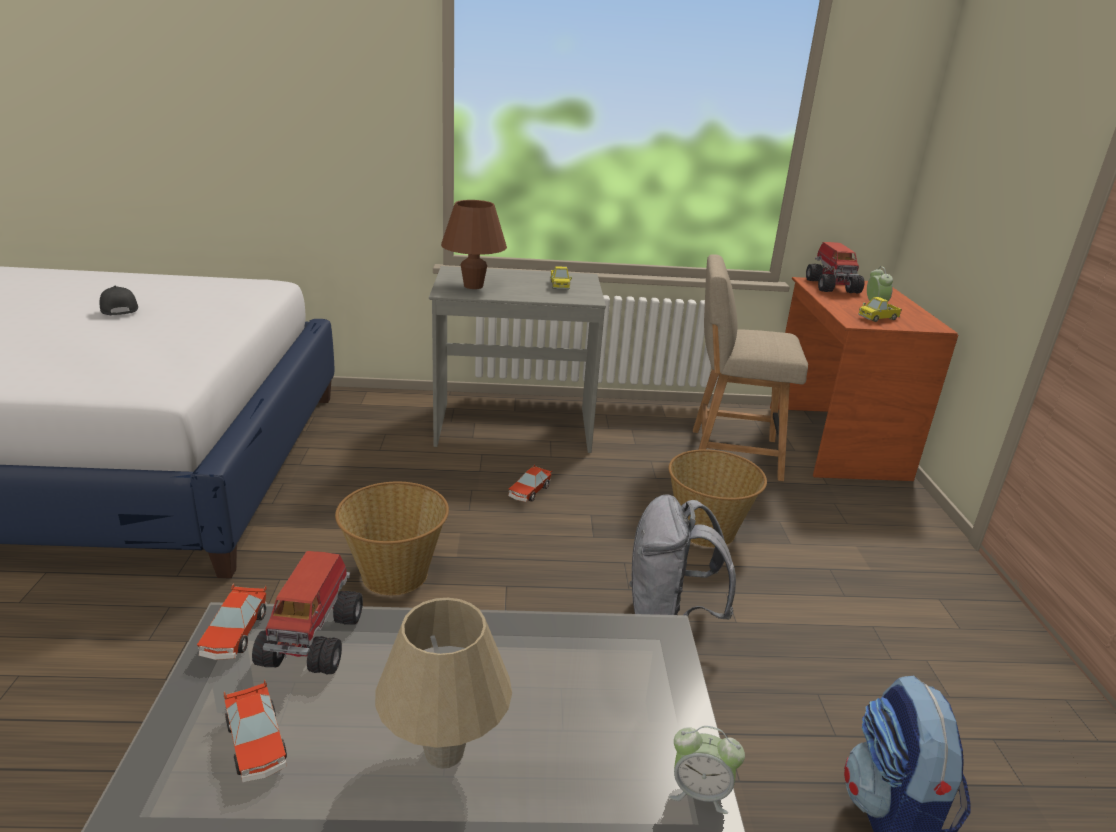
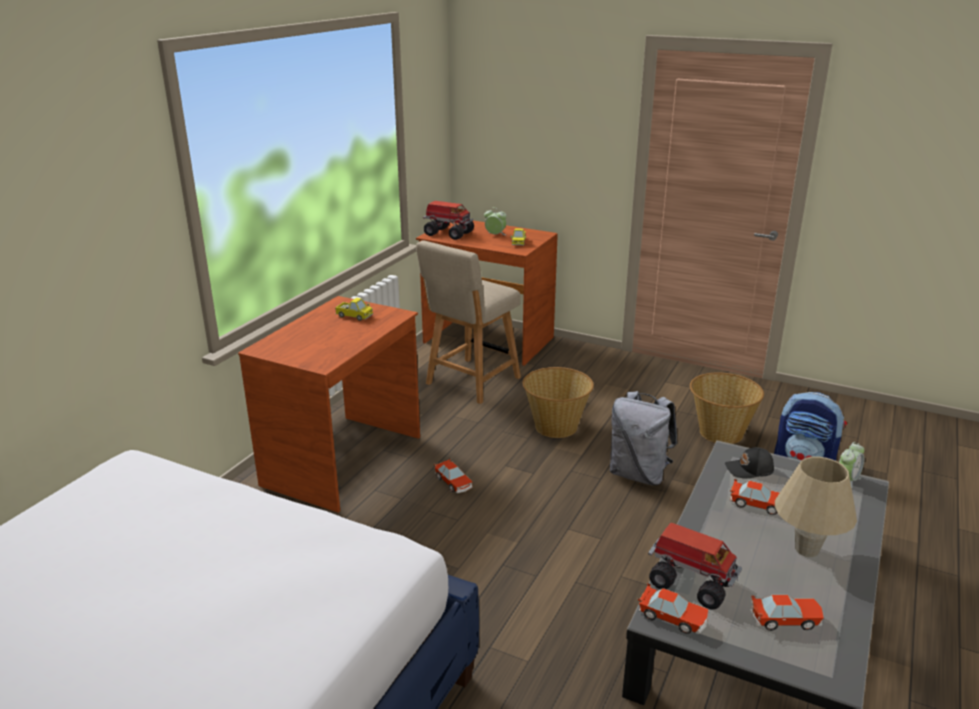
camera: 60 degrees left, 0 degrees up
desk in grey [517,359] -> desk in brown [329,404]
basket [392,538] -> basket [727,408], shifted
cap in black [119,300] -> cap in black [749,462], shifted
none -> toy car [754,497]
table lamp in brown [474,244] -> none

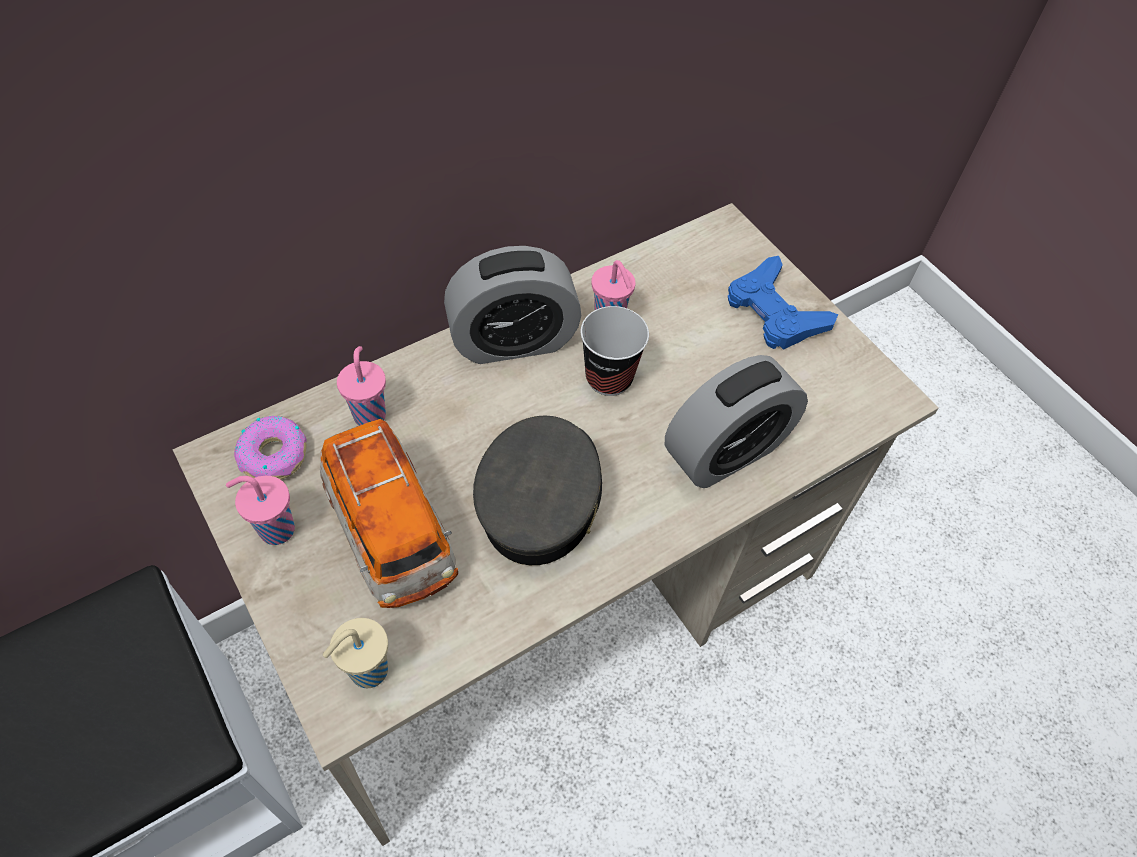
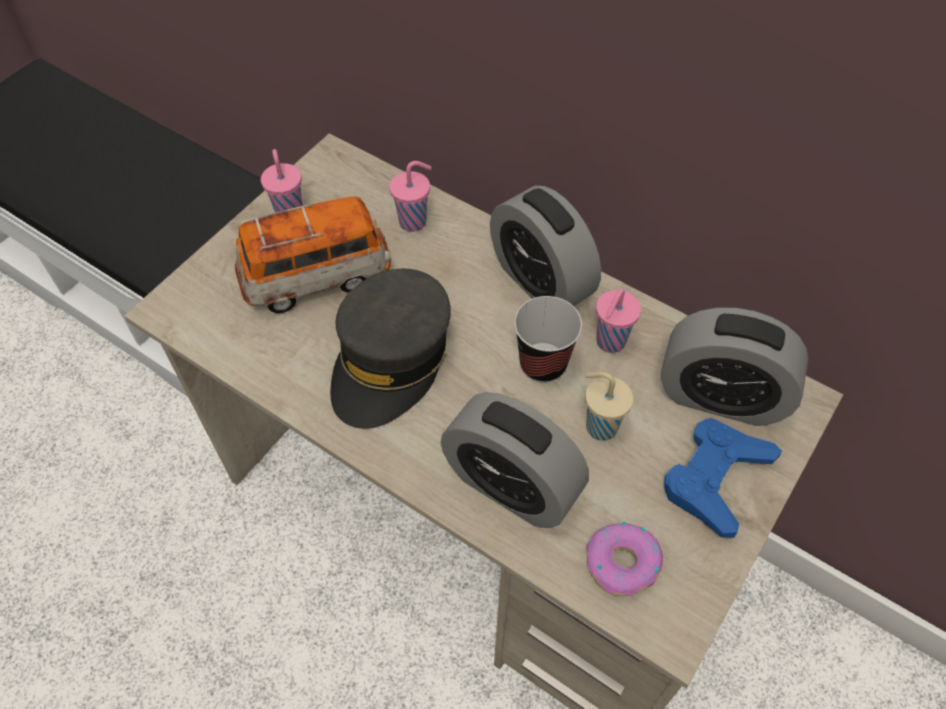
camera: 70 degrees right, 0 degrees up
toy car [389,513] -> toy car [313,254], 150 degrees counterclockwise
cap in grey [537,490] -> cap in grey [390,349], 120 degrees clockwise
cup in beige [355,653] -> cup in beige [609,406], shifted
donut [270,448] -> donut [624,559], shifted
none -> alarm clock [734,367]

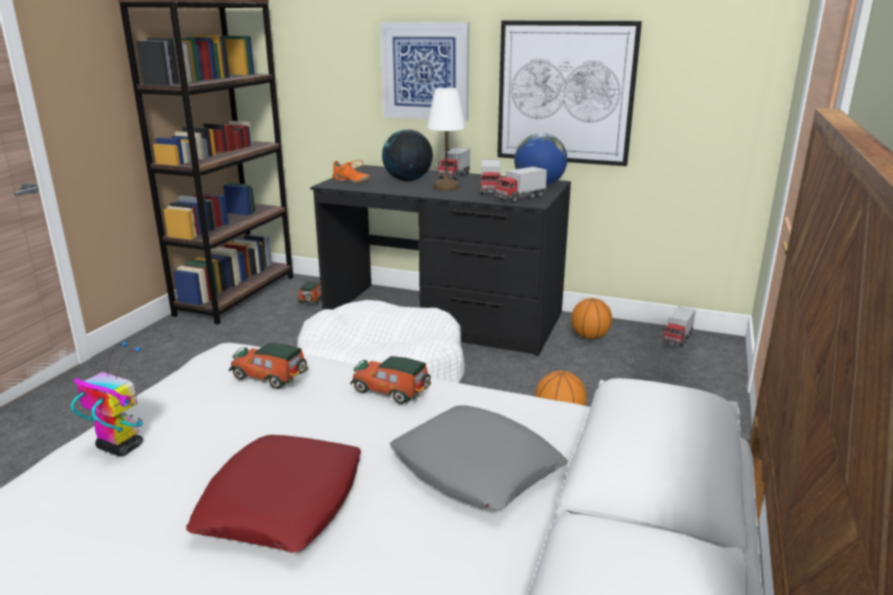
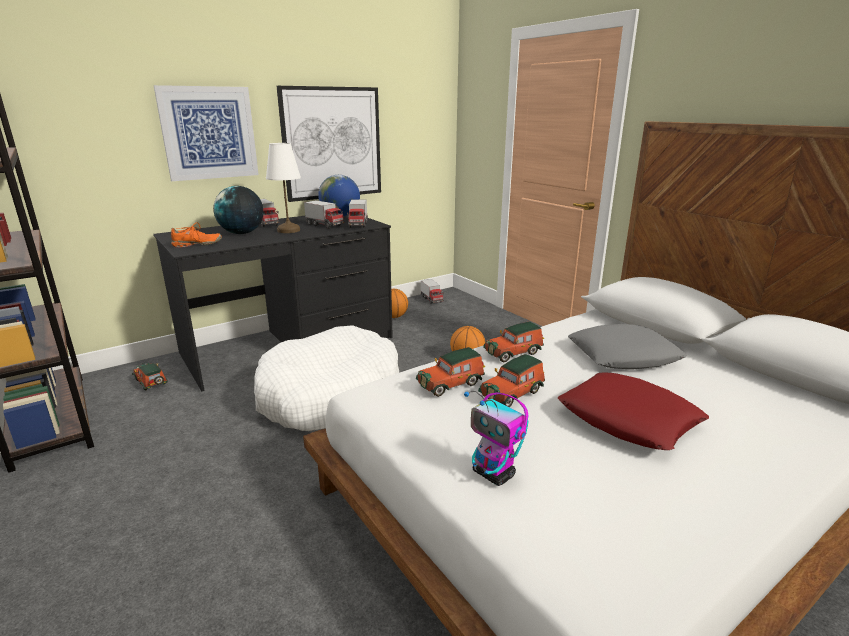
camera: 55 degrees left, 0 degrees up
toy robot [107,399] -> toy robot [496,438], 105 degrees counterclockwise
none -> toy car [511,380]

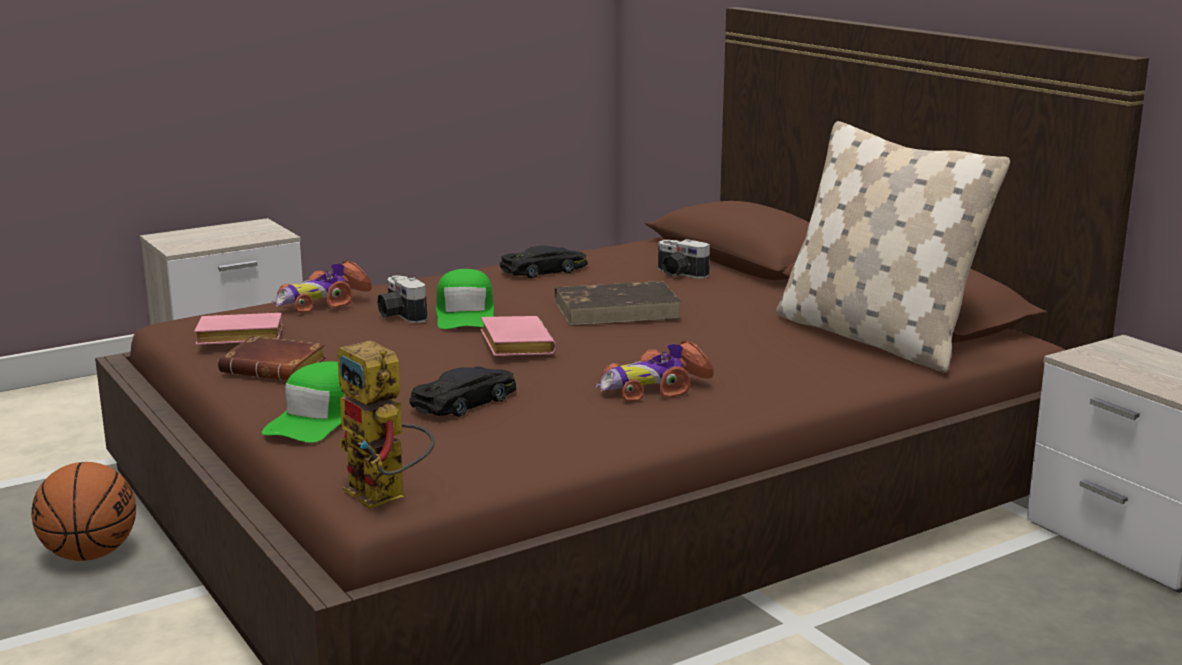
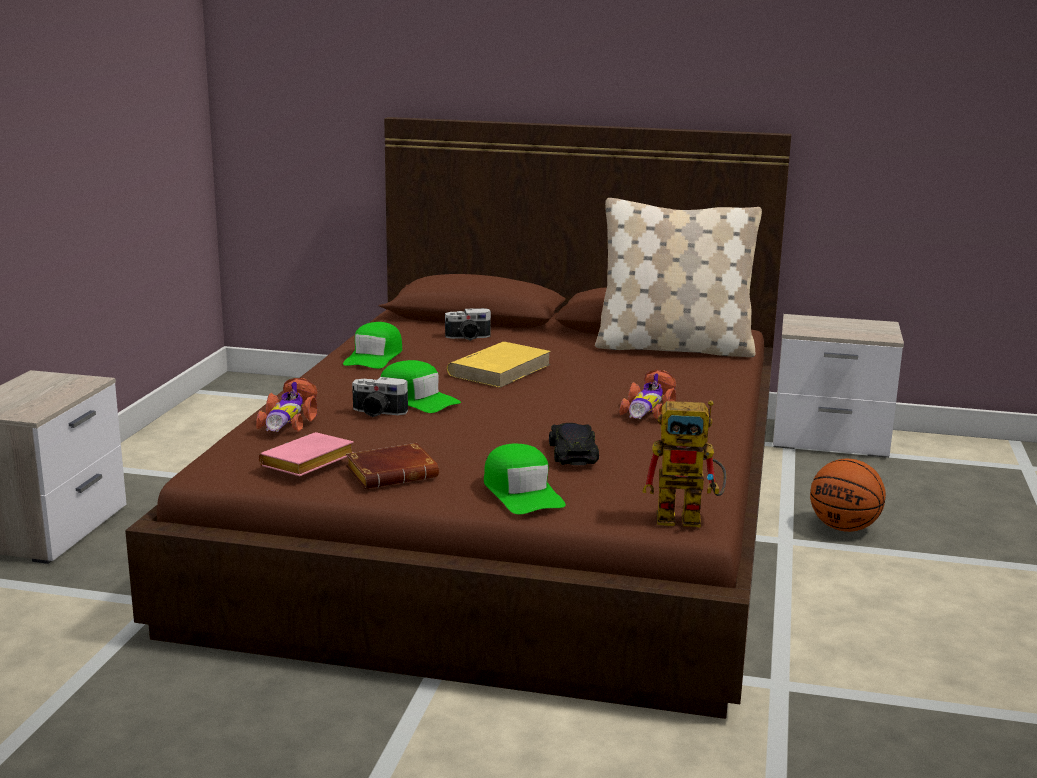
camera: 45 degrees left, 0 degrees up
toy car in black [543,262] -> cap in green [372,345]
book in brown [618,303] -> book in yellow [499,365]
basketball [83,511] -> basketball [848,495], shifted
book in pink [518,336] -> none

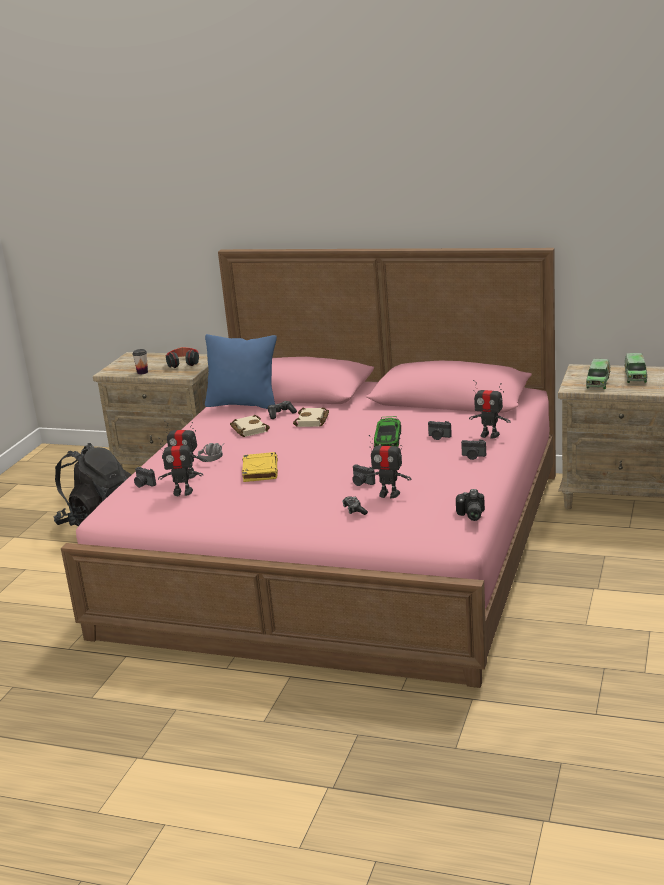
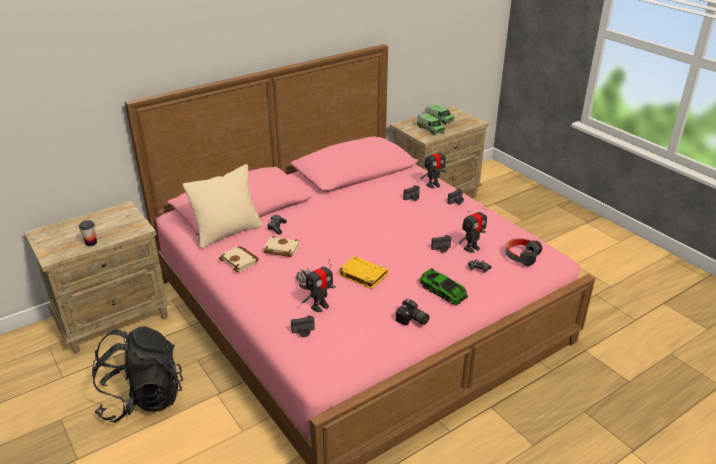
camera: 55 degrees left, 10 degrees up
pillow in blue [241,371] -> pillow in beige [222,206]
book in beige [311,417] -> book in beige [239,259], shifted
photo camera [470,505] -> photo camera [413,312], shifted
toy car [387,431] -> toy car [443,286], shifted
headphones [182,357] -> headphones [523,252], shifted
toy robot [180,466] -> none

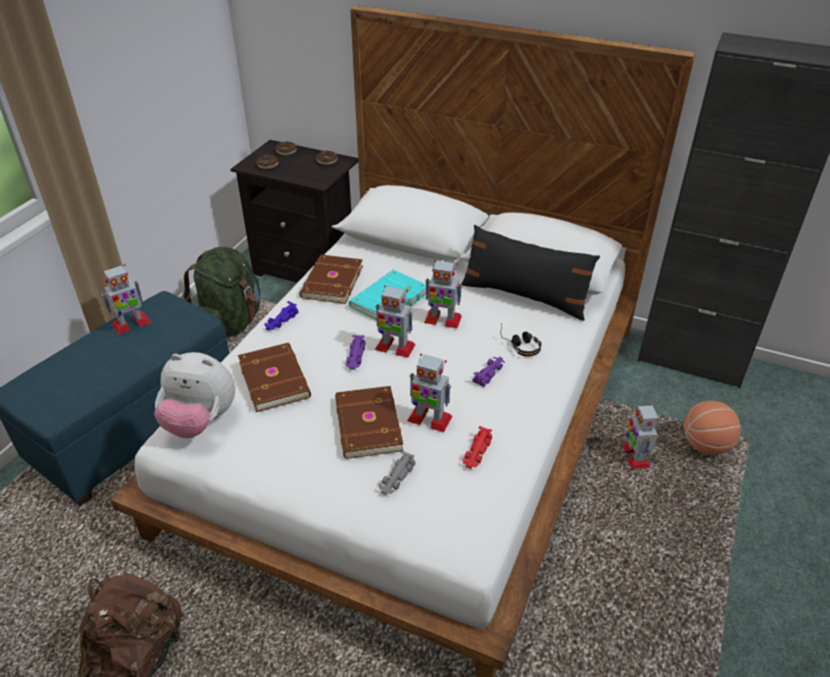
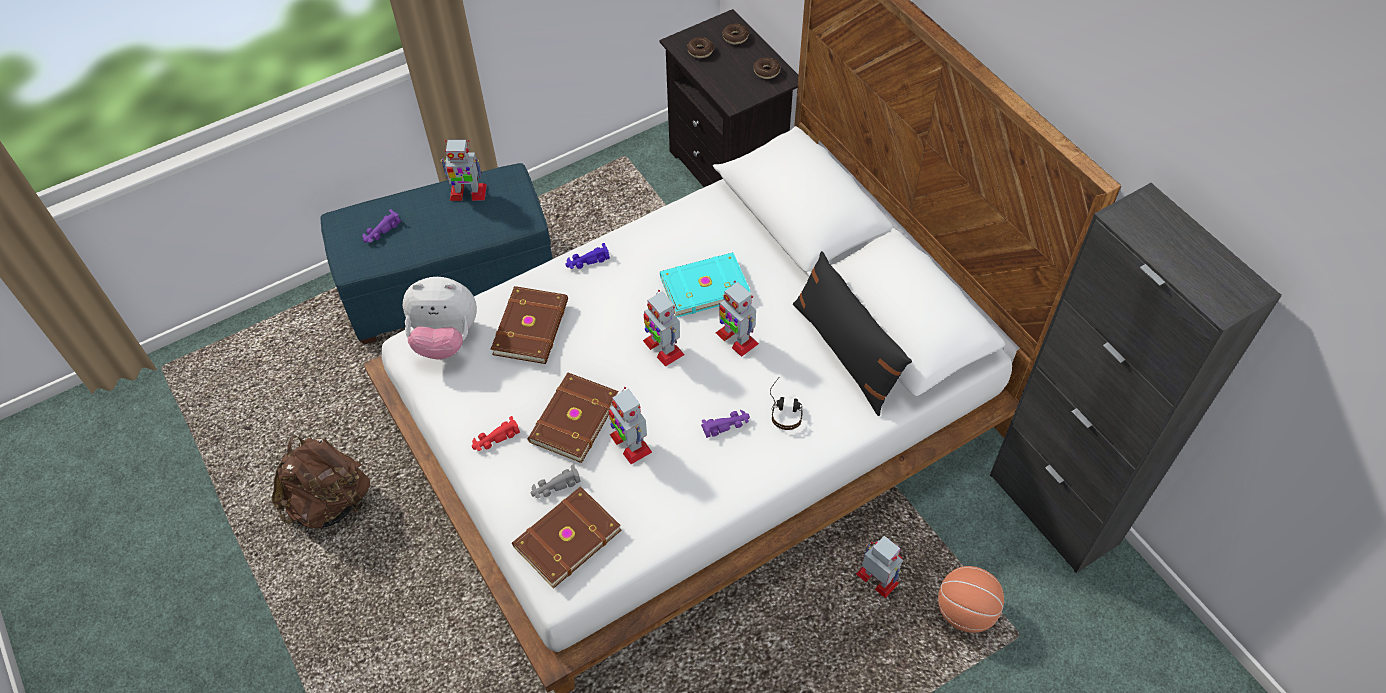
camera: 35 degrees right, 15 degrees up
toy car in purple [355,352] -> toy car in purple [381,226], shifted
plush toy [194,395] -> plush toy [440,318], 45 degrees counterclockwise
toy car in red [477,447] -> toy car in red [496,433], shifted
book in brown [331,279] -> book in brown [567,537], shifted
toy robot [640,436] -> toy robot [879,567], 105 degrees clockwise
backpack in green [221,292] -> none

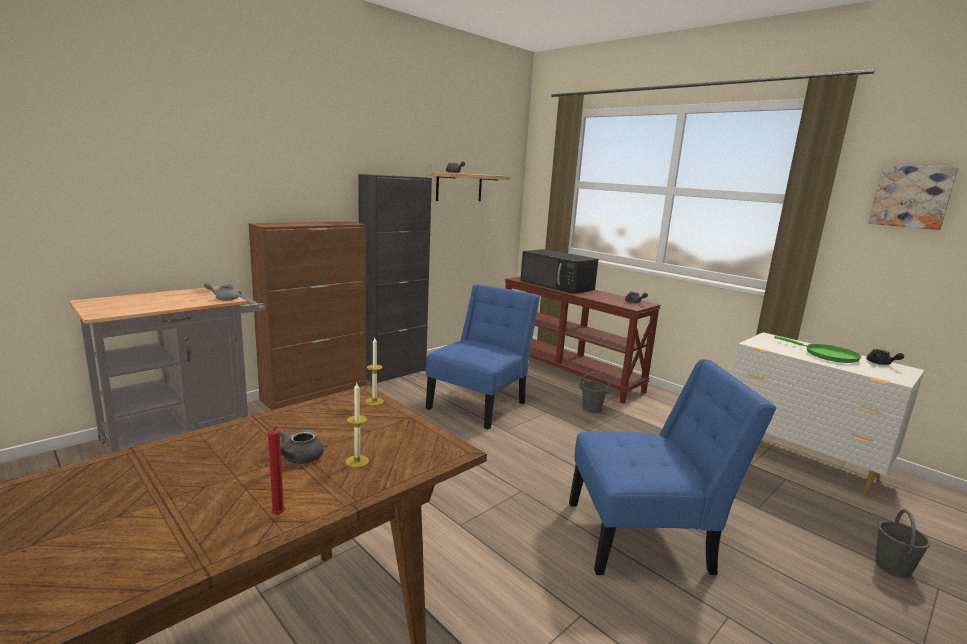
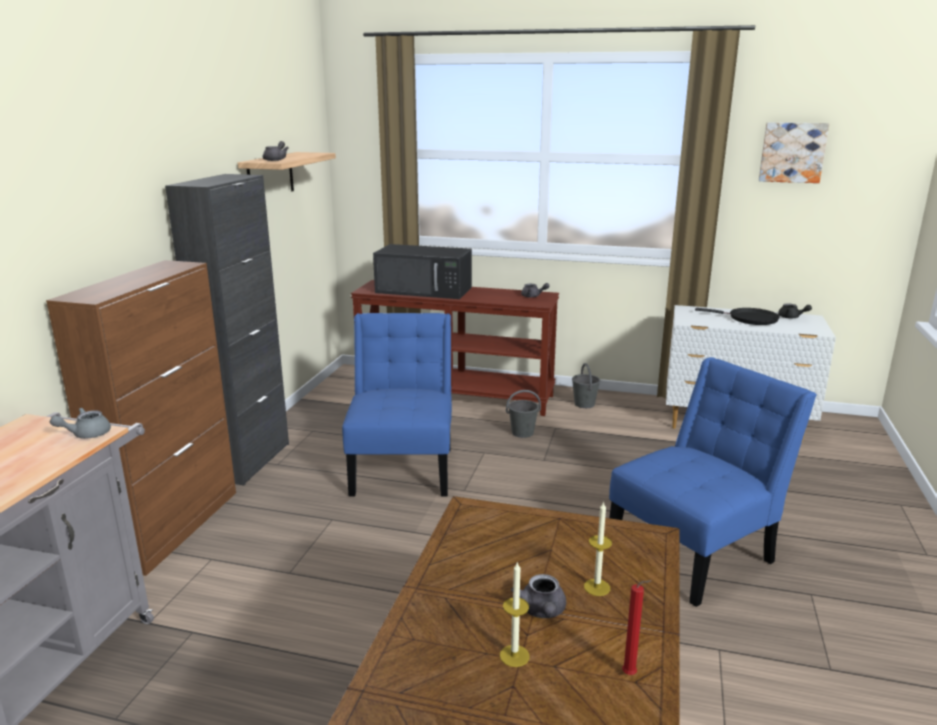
camera: 30 degrees left, 5 degrees up
candle [374,372] -> candle [515,614], shifted
bucket in grey [902,543] -> bucket in grey [586,385], shifted
frying pan in green [817,349] -> frying pan in black [737,316]

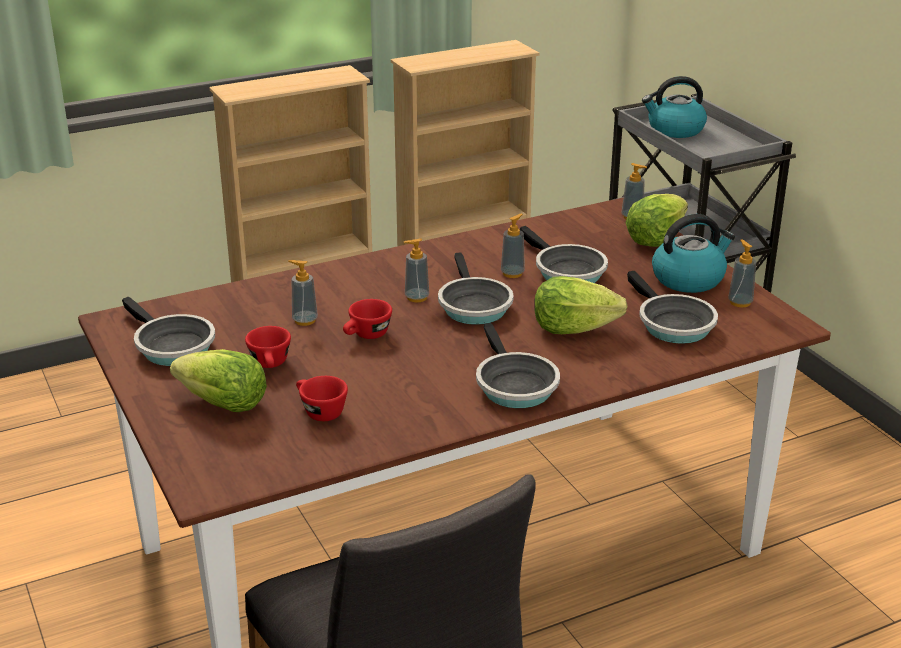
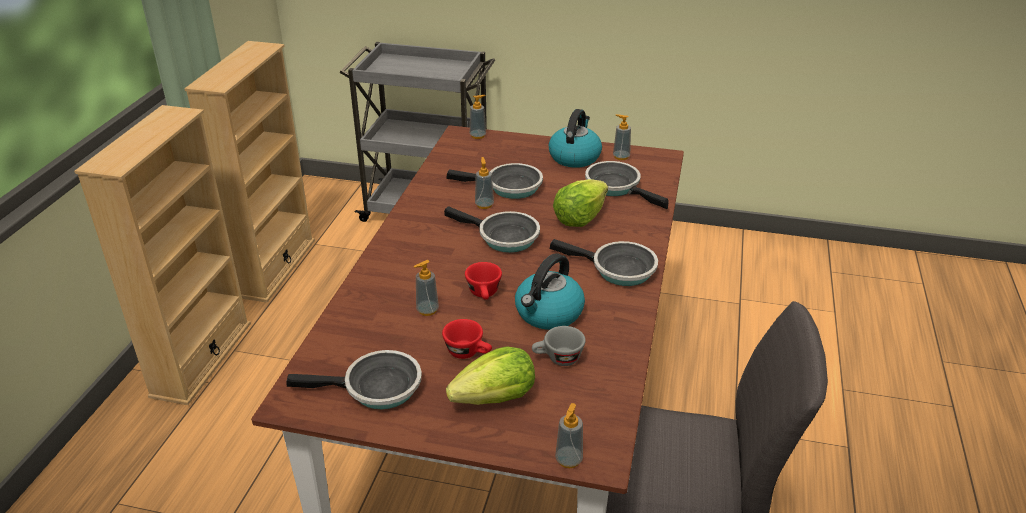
camera: 50 degrees left, 5 degrees up
kettle [674,107] -> kettle [550,291], shifted
cup in red [322,398] -> cup in grey [559,346]
soap dispenser [416,270] -> soap dispenser [569,435], shifted
frying pan [672,307] -> frying pan [627,185], 150 degrees counterclockwise
lettuce [657,220] -> none

